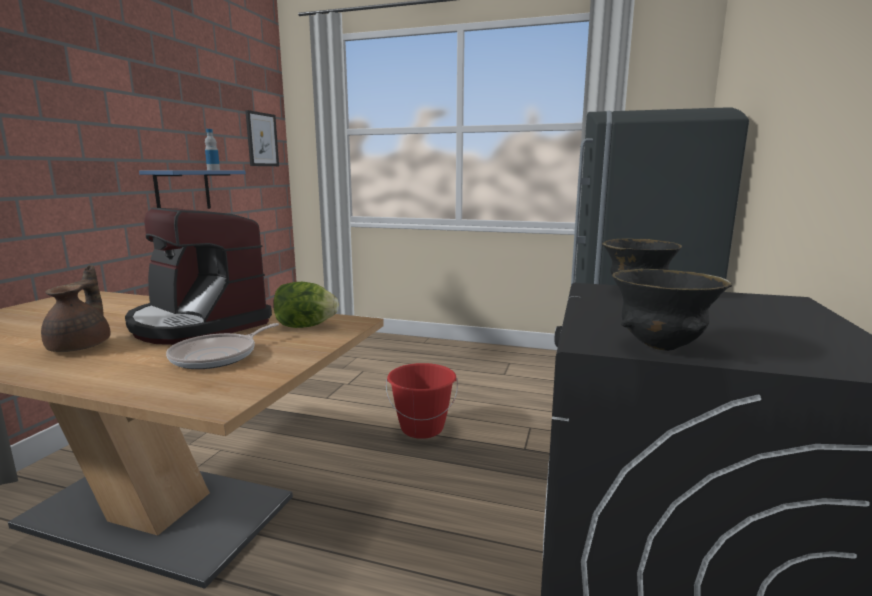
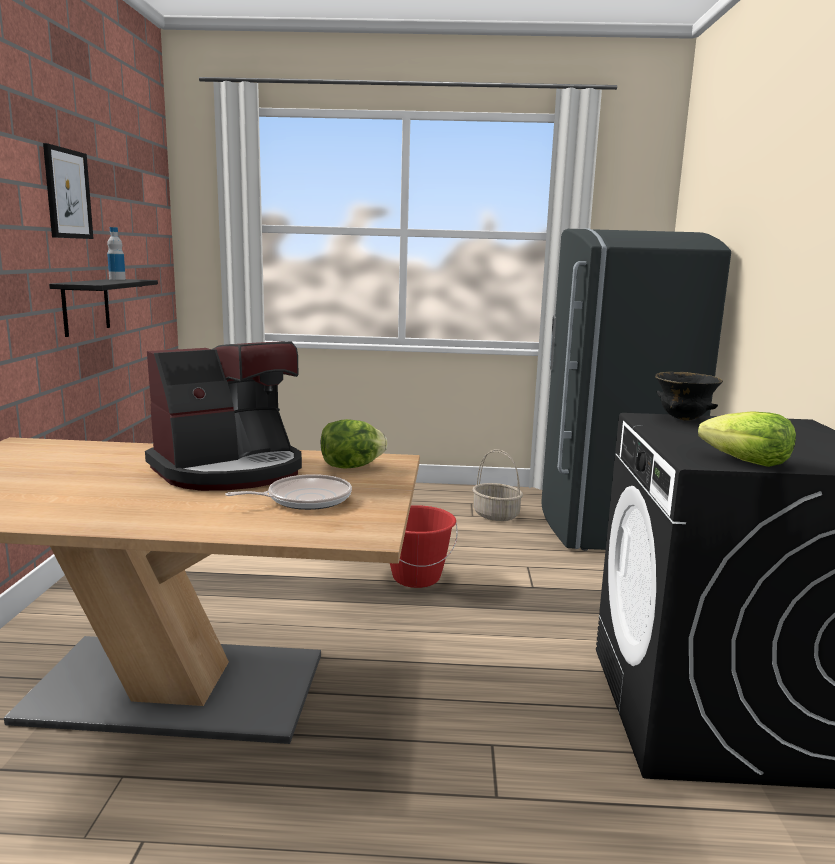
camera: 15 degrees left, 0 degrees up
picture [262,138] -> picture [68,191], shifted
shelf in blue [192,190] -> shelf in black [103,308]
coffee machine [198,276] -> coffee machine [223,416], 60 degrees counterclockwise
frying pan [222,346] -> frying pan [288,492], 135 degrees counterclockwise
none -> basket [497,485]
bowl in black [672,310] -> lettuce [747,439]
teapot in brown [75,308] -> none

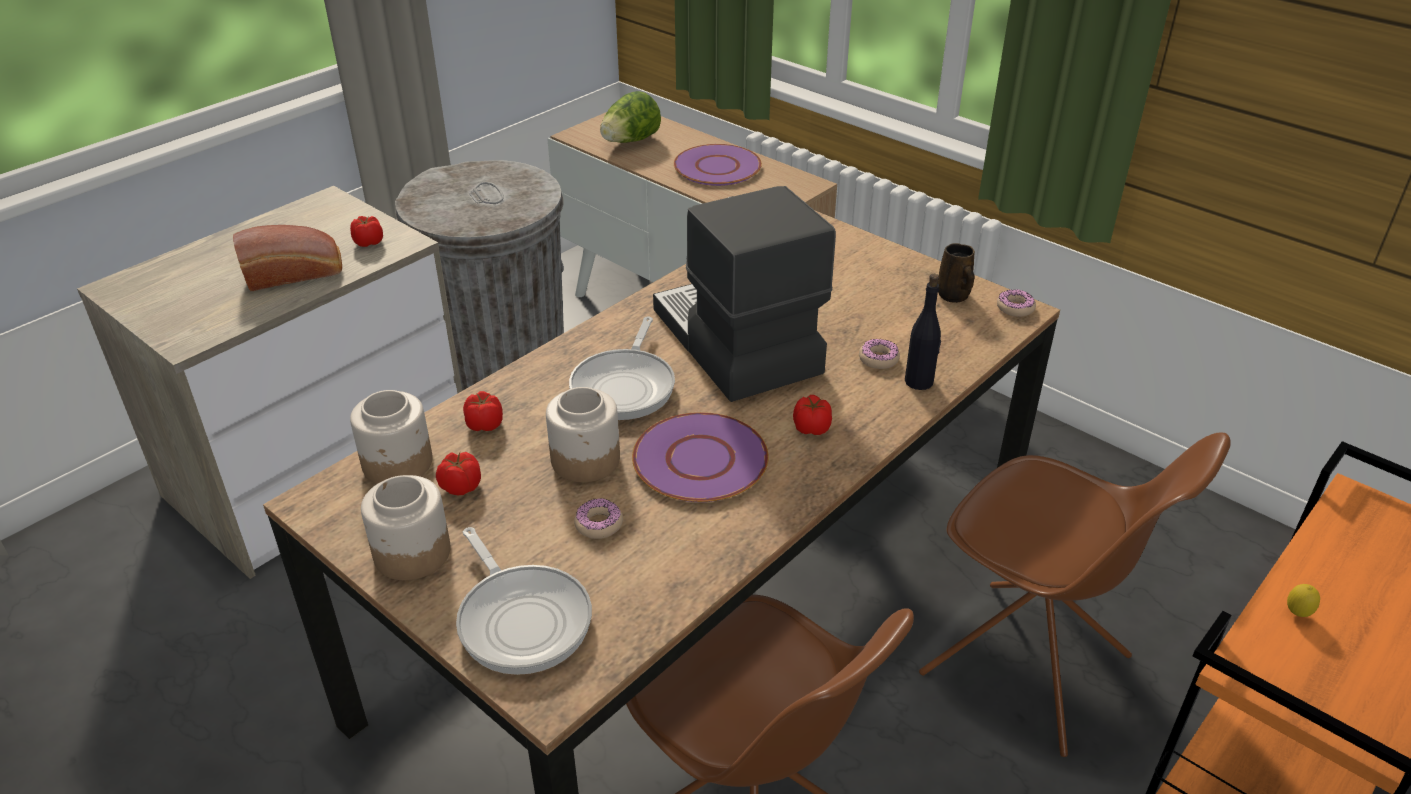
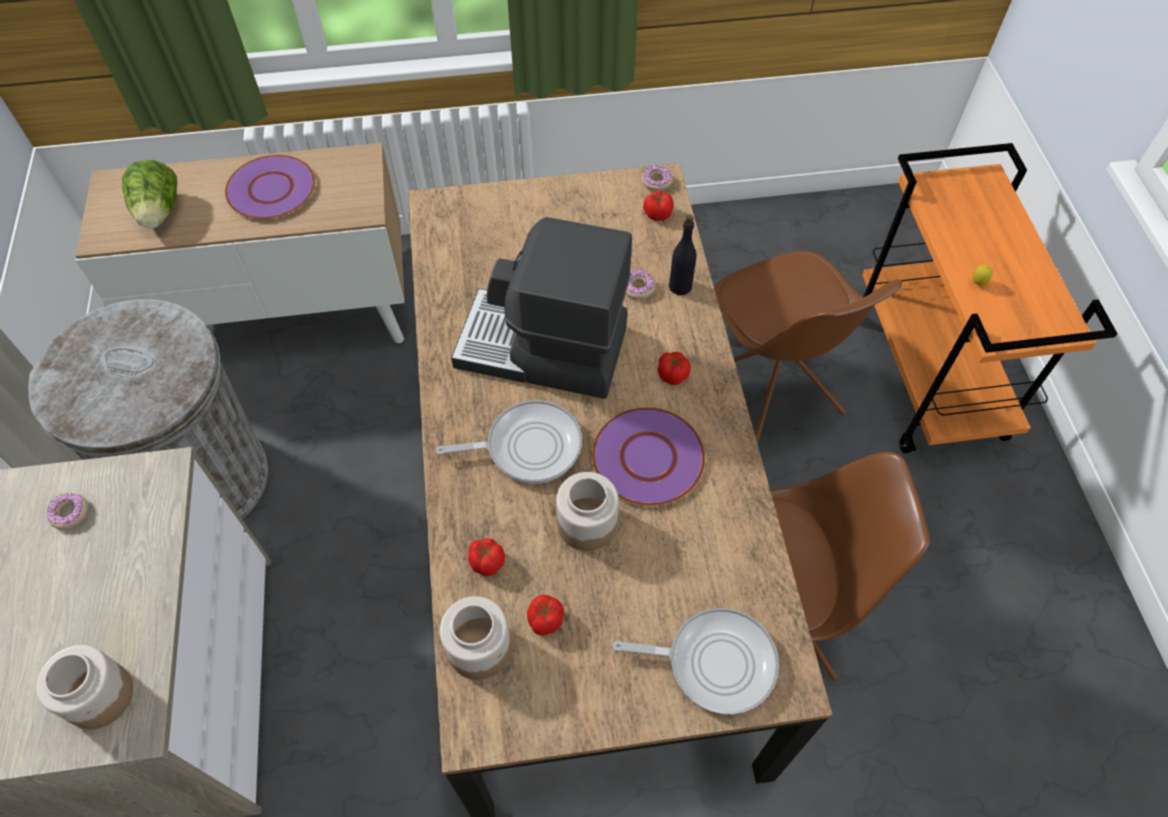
camera: 50 degrees left, 20 degrees up
jar [405,527] -> jar [84,687], shifted
donut [598,518] -> donut [68,511], shifted
frying pan [622,368] -> frying pan [509,442], 60 degrees counterclockwise
tomato [366,231] -> tomato [658,205], shifted
chair in brown [1075,594] -> chair in brown [808,347], 75 degrees clockwise
bread [287,258] -> none
mug in brown [956,273] -> none

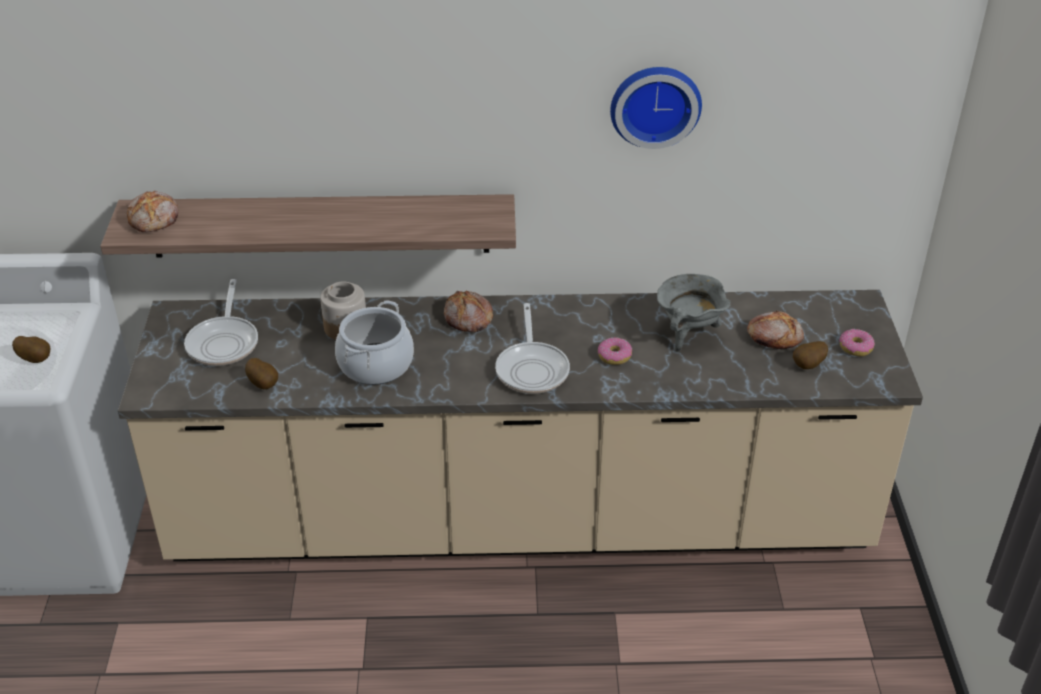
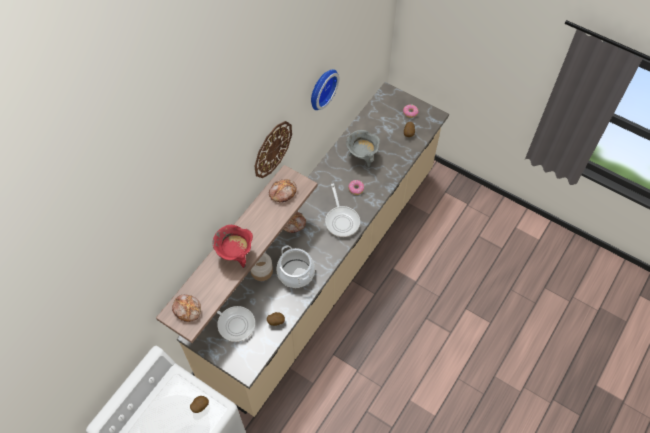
camera: 55 degrees left, 20 degrees up
none -> cooking pot in red [232,246]
none -> wall clock [273,149]
bread [775,330] -> bread [283,191], shifted
frying pan [532,348] -> frying pan [342,210], 45 degrees clockwise

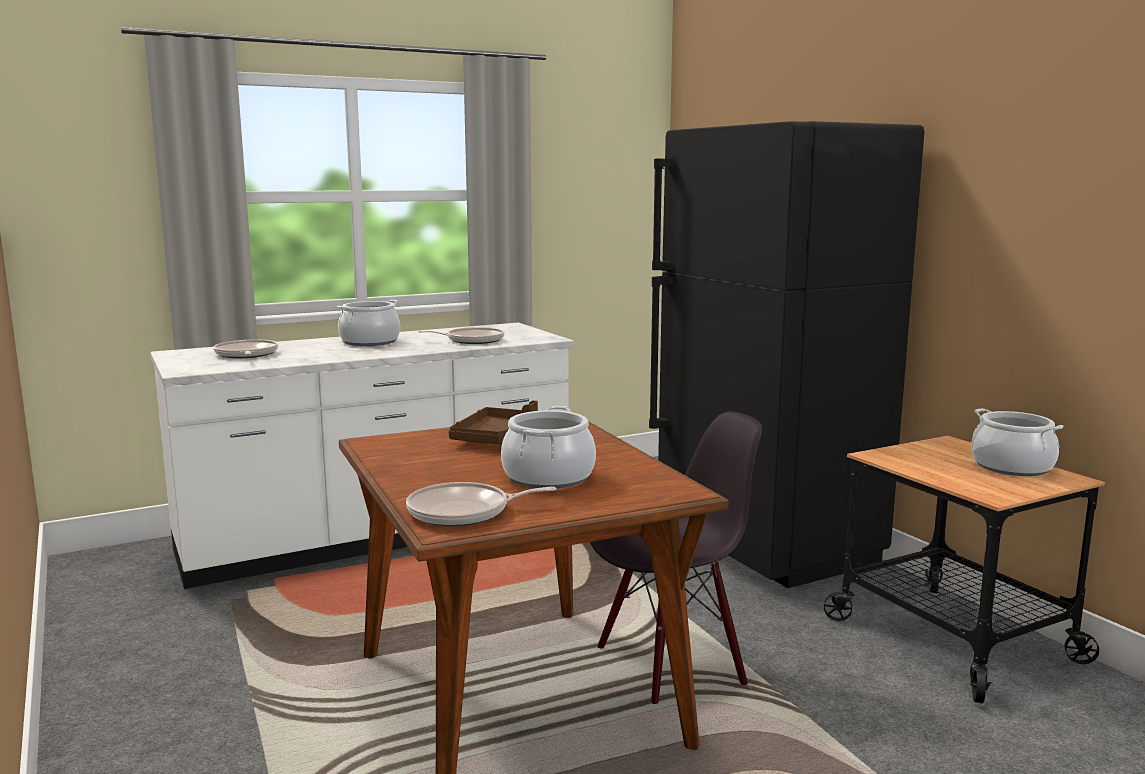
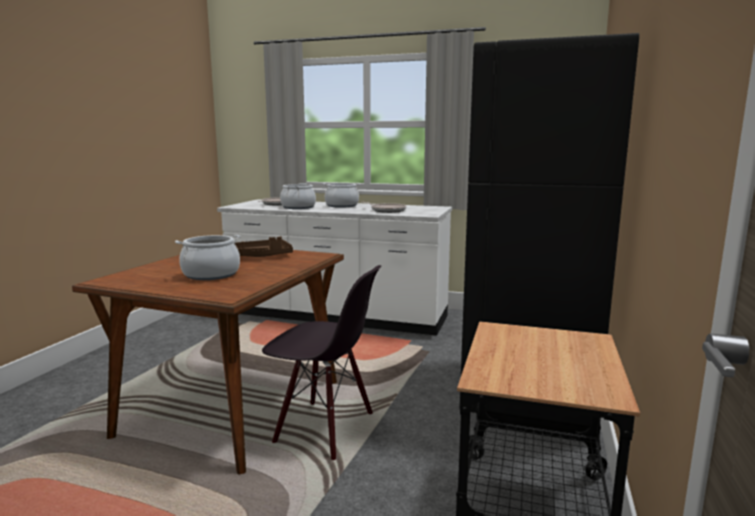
camera: 45 degrees right, 0 degrees up
cooking pot [1017,442] -> cooking pot [298,196], shifted
frying pan [481,504] -> none

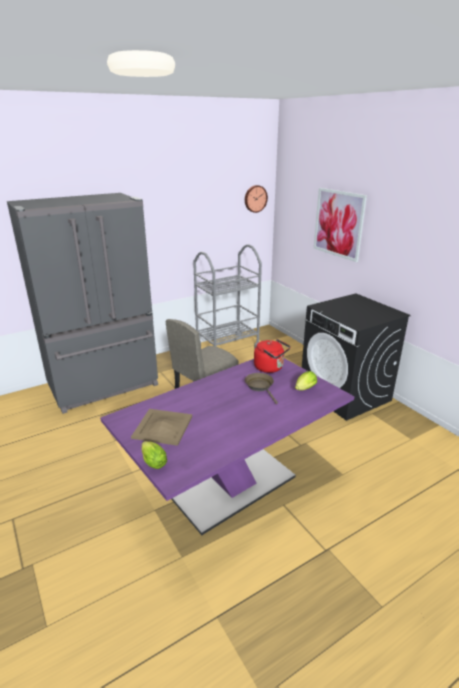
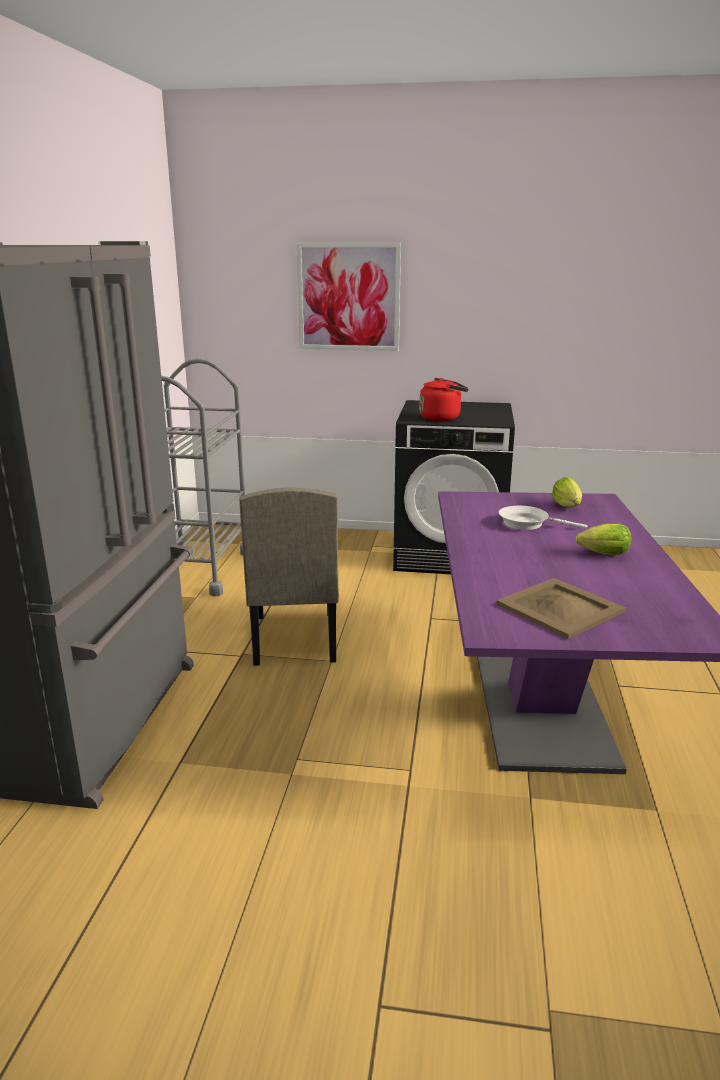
camera: 50 degrees left, 5 degrees down
kettle in red [272,356] -> kettle in red [444,399], shifted
frying pan in brown [261,388] -> frying pan in white [543,518]
lettuce [154,455] -> lettuce [603,539], shifted
wall clock [256,199] -> none

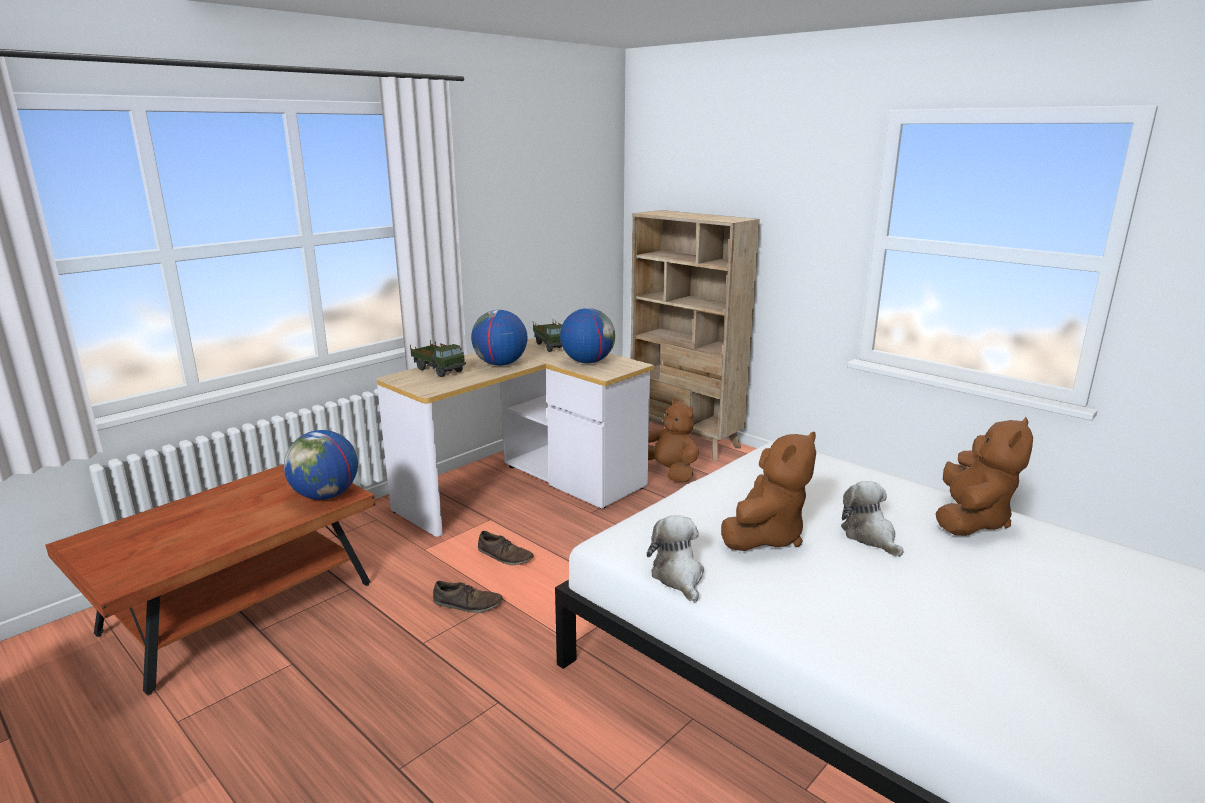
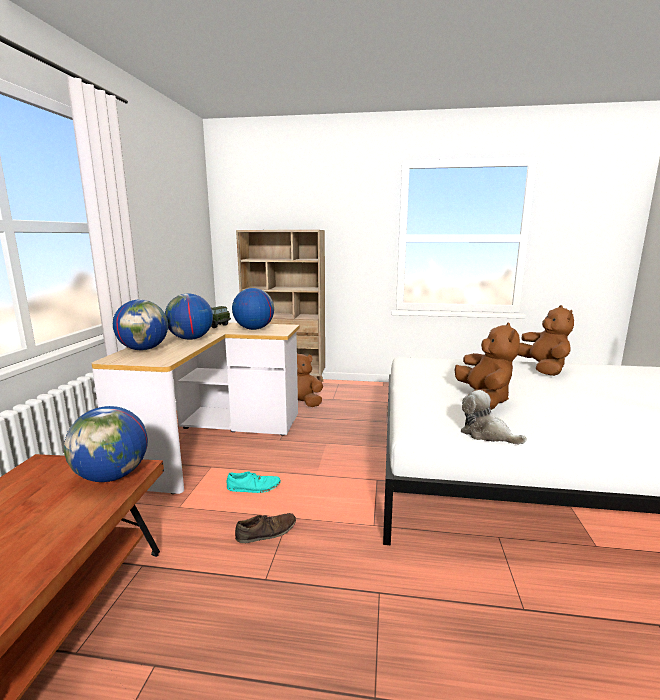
camera: 35 degrees left, 5 degrees down
toy truck [438,358] -> globe [140,324]
shoe in brown [506,548] -> shoe in turquoise [253,482]
plush toy [872,519] -> none

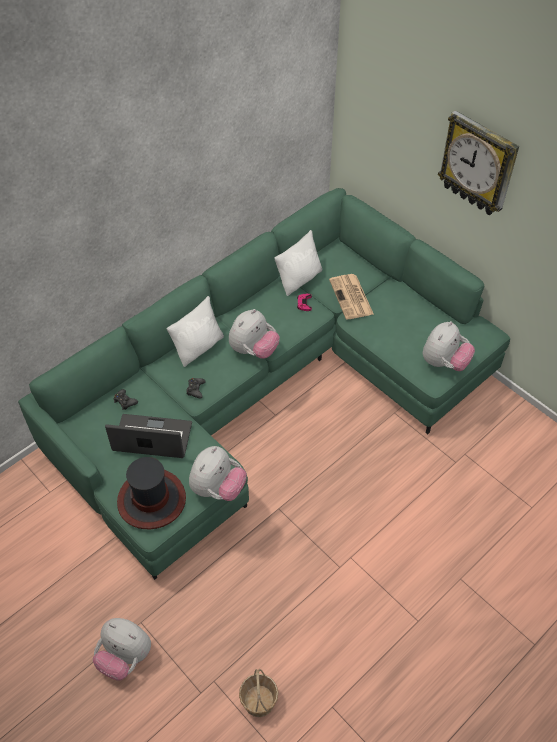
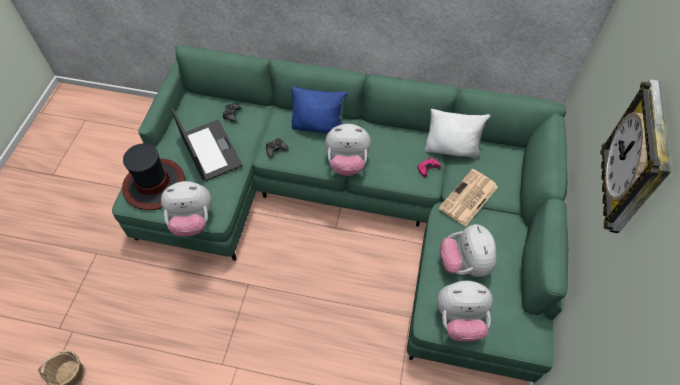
camera: 55 degrees right, 5 degrees up
pillow in white [195,331] -> pillow in blue [319,109]
plush toy [122,649] -> plush toy [468,250], shifted

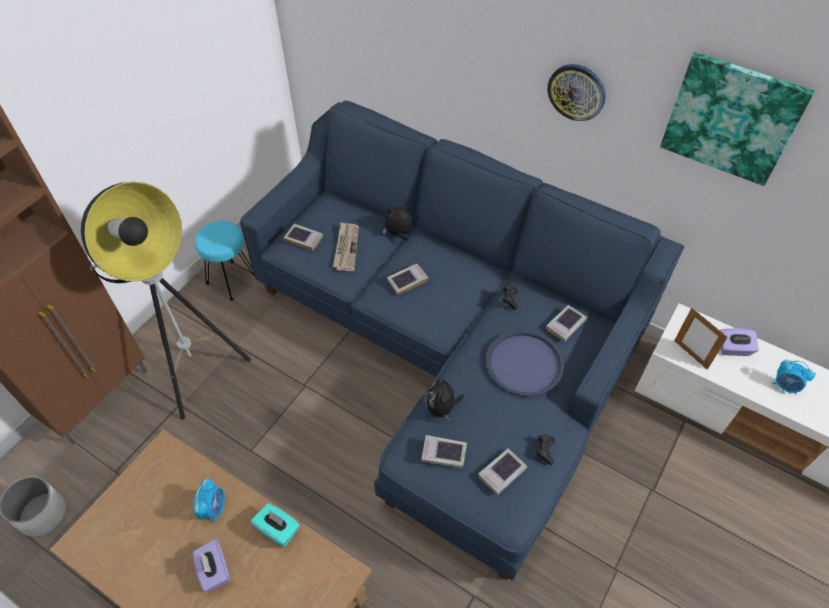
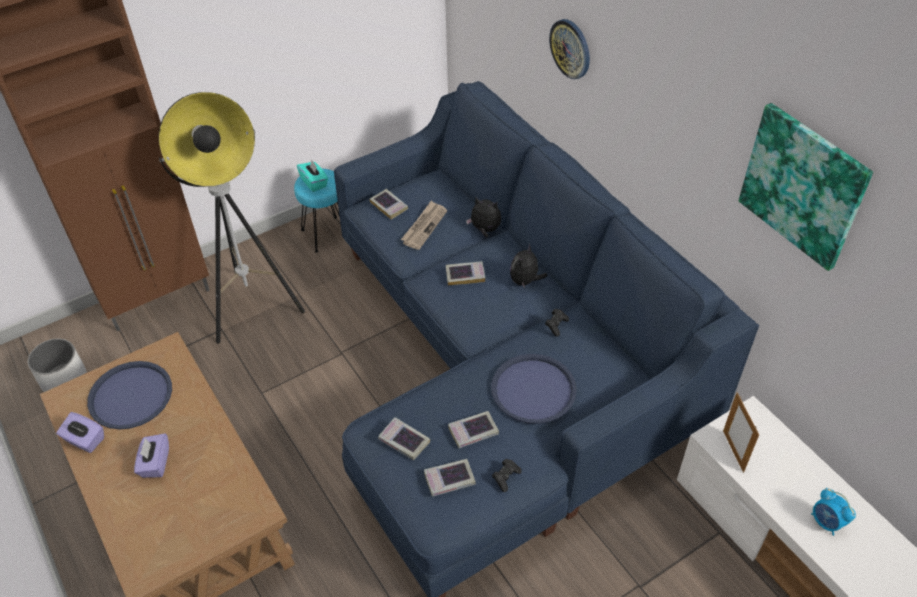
camera: 25 degrees right, 5 degrees down
tissue box in purple [739,342] -> tissue box in purple [80,432], shifted
none -> tray in blue [129,395]
tissue box in turquoise [275,525] -> tissue box in turquoise [312,175], shifted
book [566,323] -> book [473,429], shifted
plush toy [444,397] -> plush toy [529,265], shifted
wall clock [576,92] -> wall clock [569,49], shifted
alarm clock [209,500] -> none

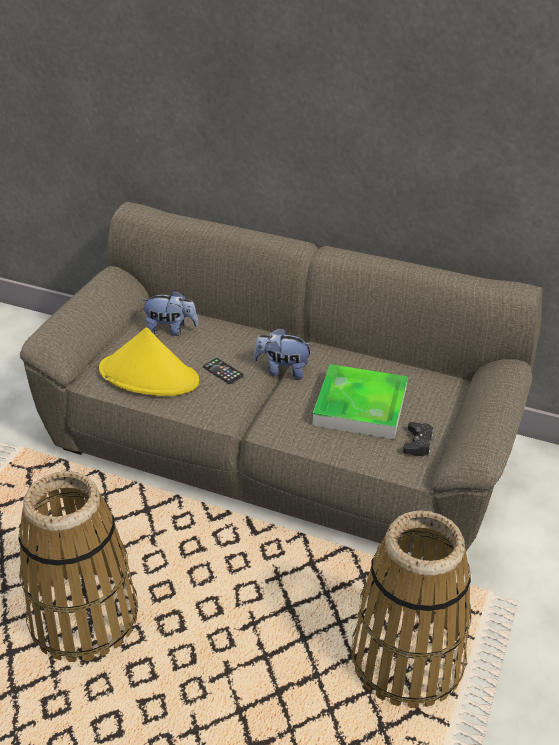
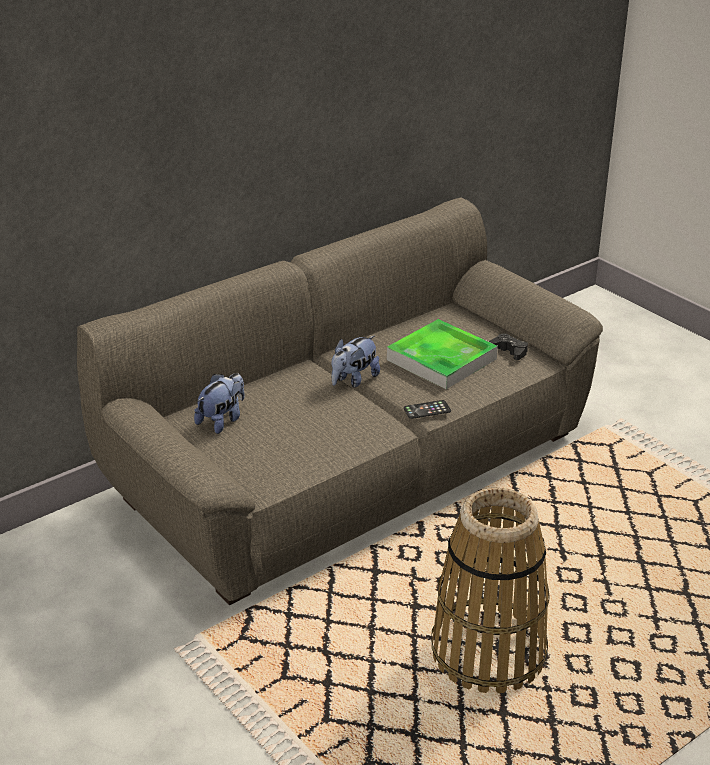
camera: 60 degrees left, 5 degrees down
phone [223,371] -> phone [427,409], shifted
hat in yellow [149,361] -> none
basket [411,609] -> none

